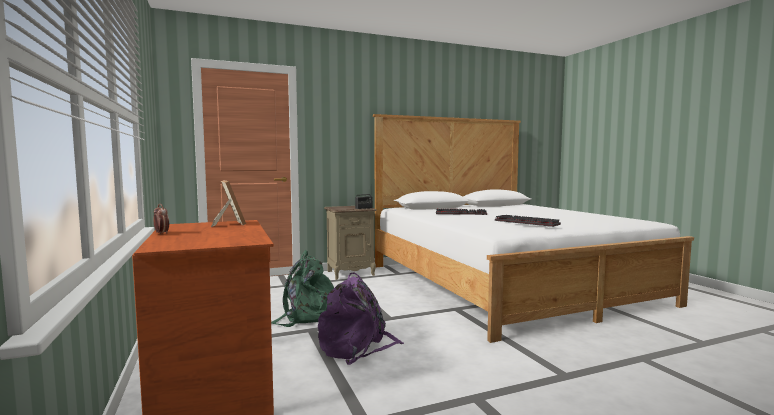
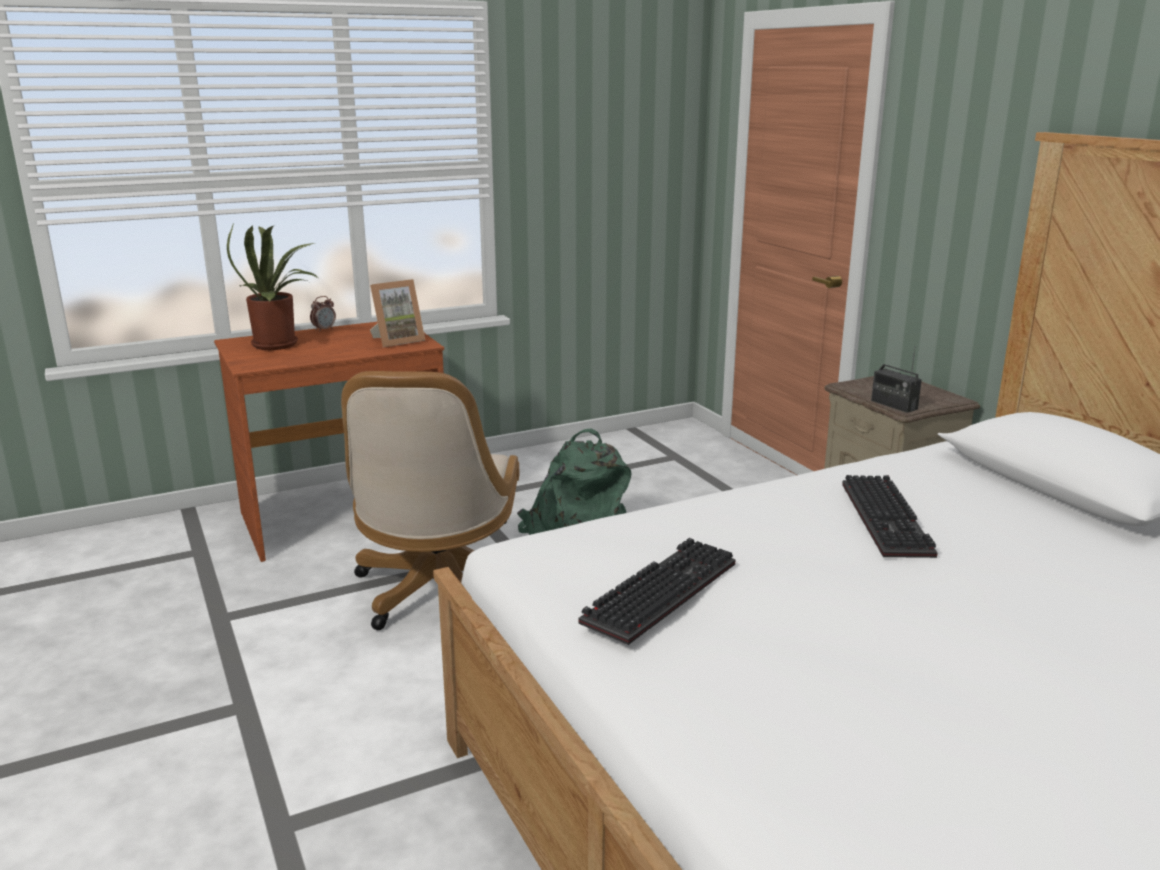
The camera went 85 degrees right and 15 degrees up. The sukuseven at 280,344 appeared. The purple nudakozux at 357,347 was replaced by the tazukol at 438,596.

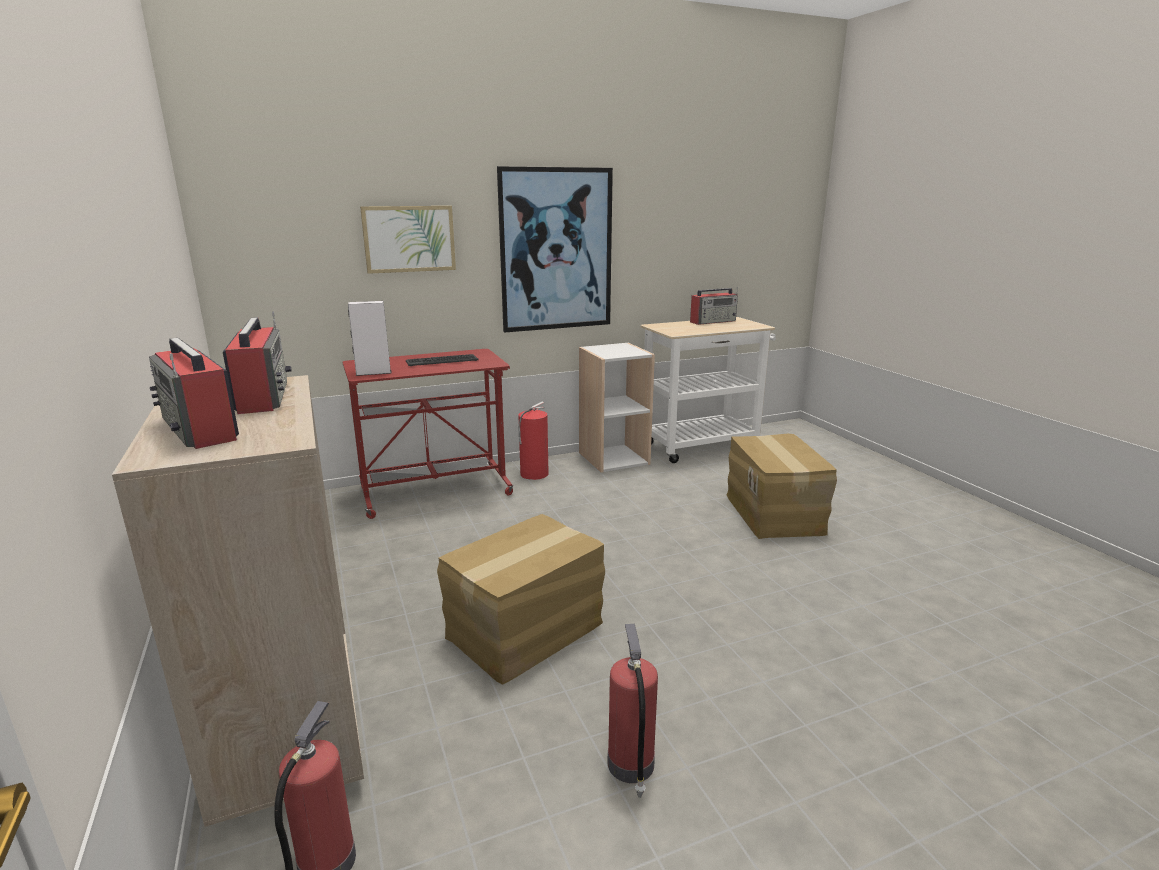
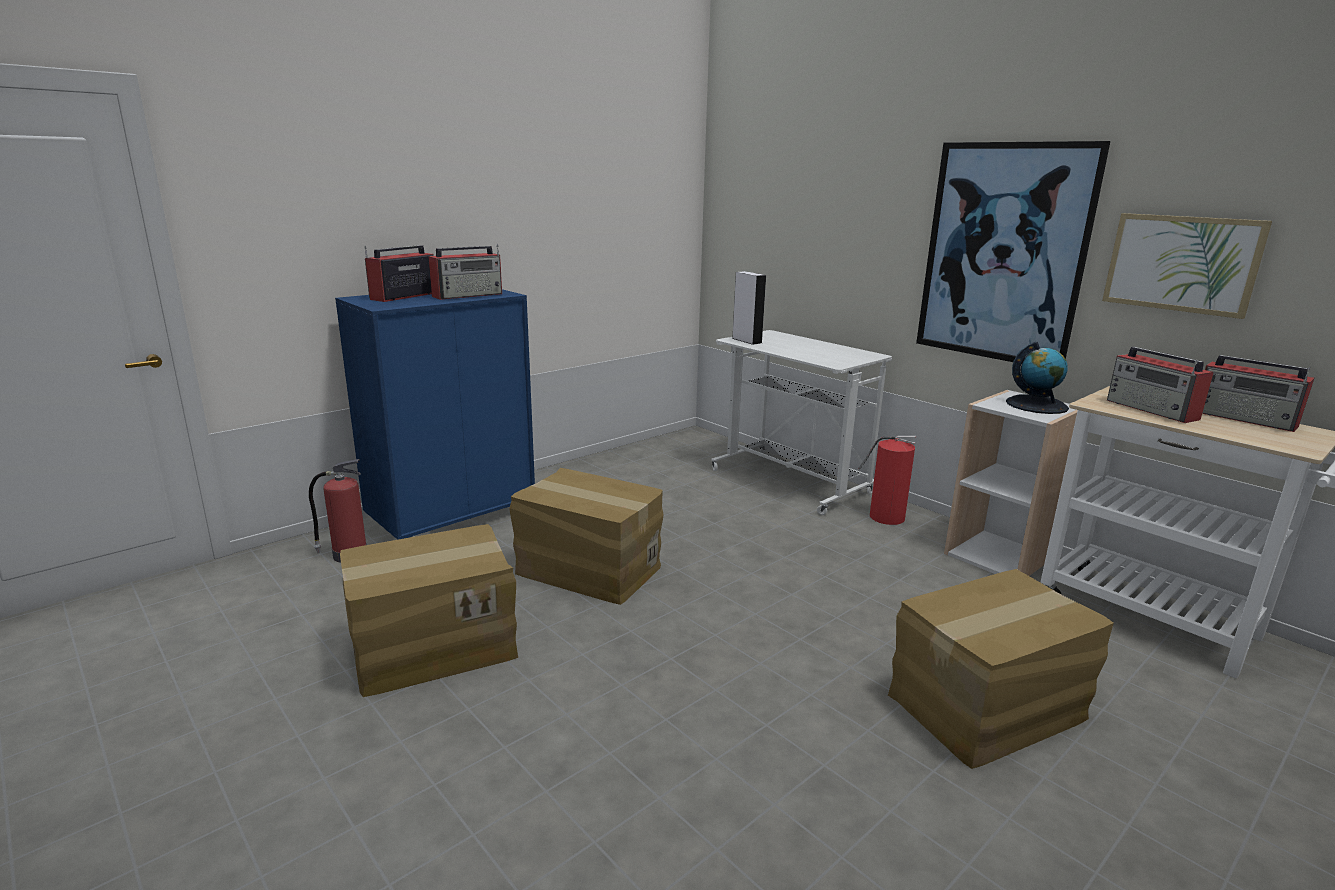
The camera went 70 degrees right and 0 degrees up. The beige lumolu at 289,728 became the blue lumolu at 452,515. The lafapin at 631,766 was replaced by the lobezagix at 434,646. The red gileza at 435,490 became the white gileza at 790,481. The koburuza at 1036,405 appeared. The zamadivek moved from 409,239 to 1181,263. The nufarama at 1152,410 appeared. The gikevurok at 442,361 disappeared.

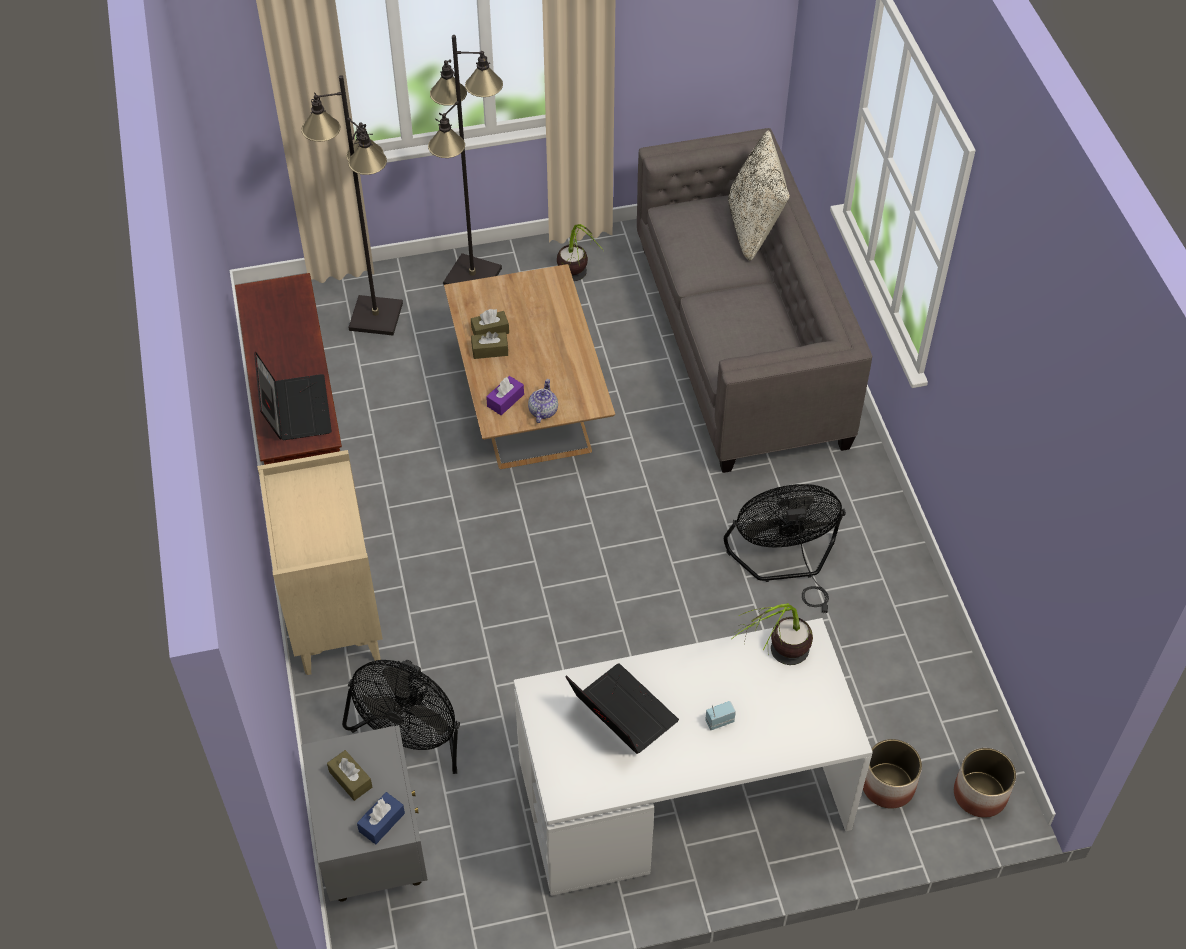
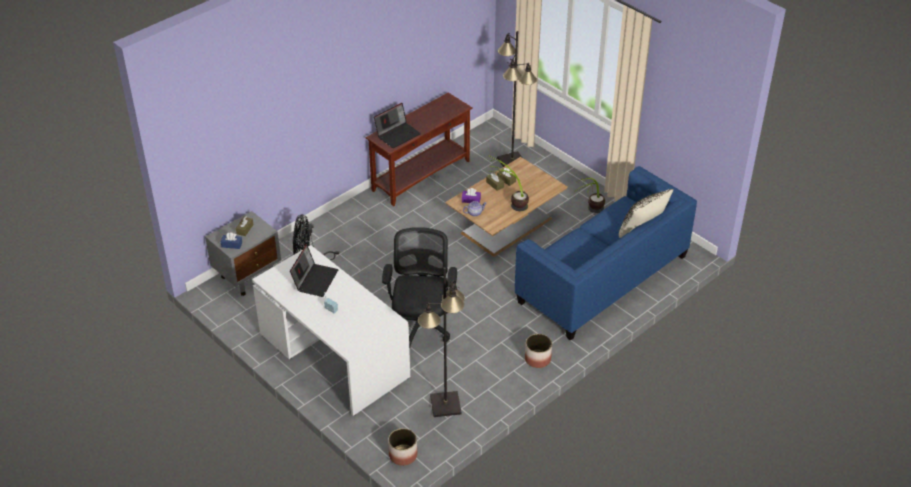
The camera went 60 degrees right and 10 degrees down. The black tazukol at 421,329 appeared. The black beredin moved from 473,277 to 445,405. The sukuseven moved from 773,662 to 509,204. The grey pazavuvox at 740,344 became the blue pazavuvox at 602,279. The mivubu moved from 888,786 to 537,359. The beige lumolu at 334,618 disappeared. The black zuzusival at 789,565 disappeared.

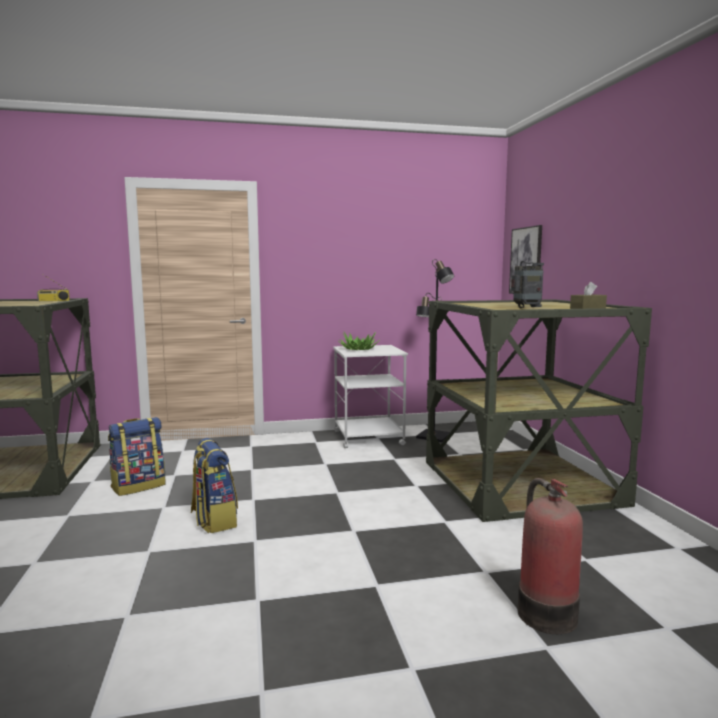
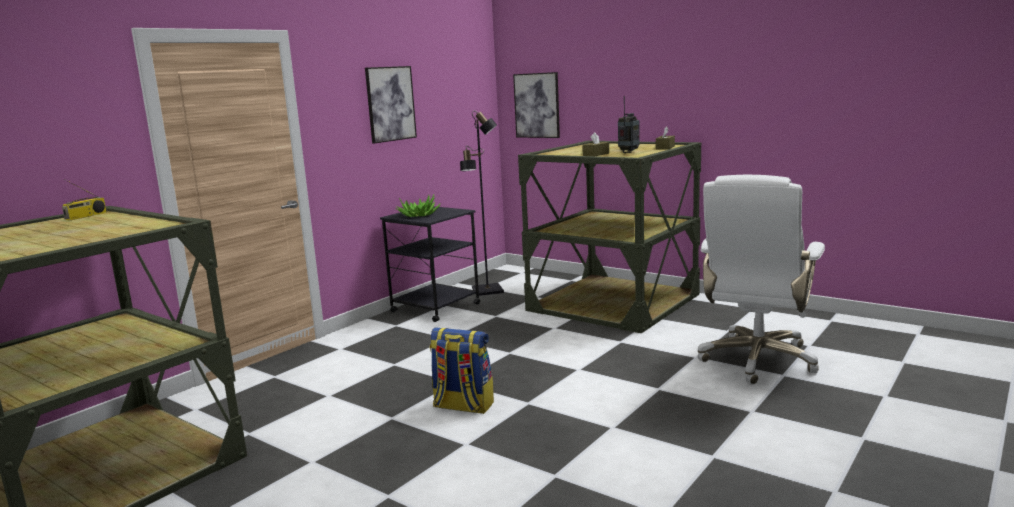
The camera went 40 degrees left and 5 degrees up. The zamadivek at 390,104 appeared. The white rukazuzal at 369,437 became the black rukazuzal at 436,307. The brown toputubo at 596,154 appeared. The lafapin at 544,612 was replaced by the white tazukol at 755,362. The nudakozux at 139,486 disappeared.

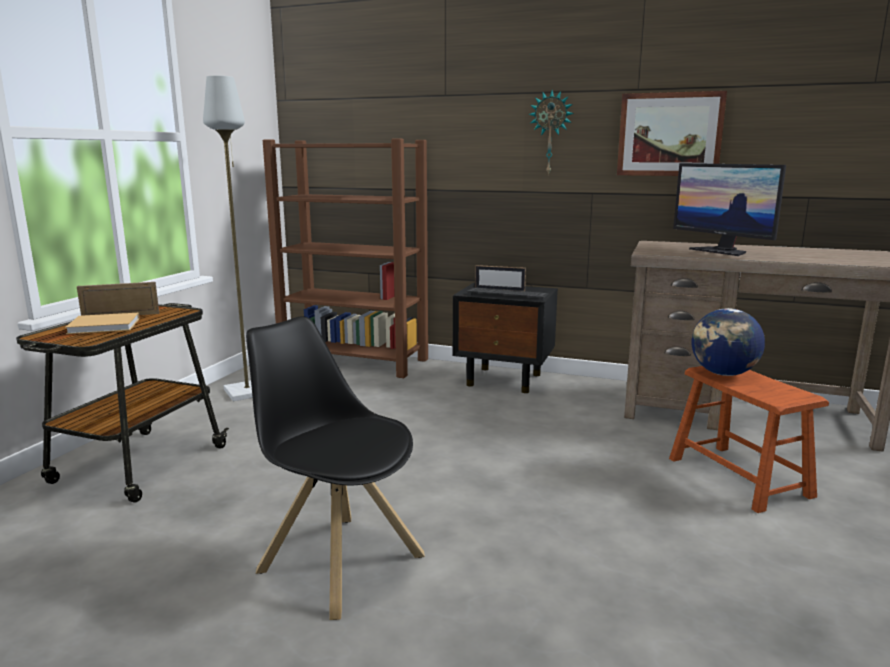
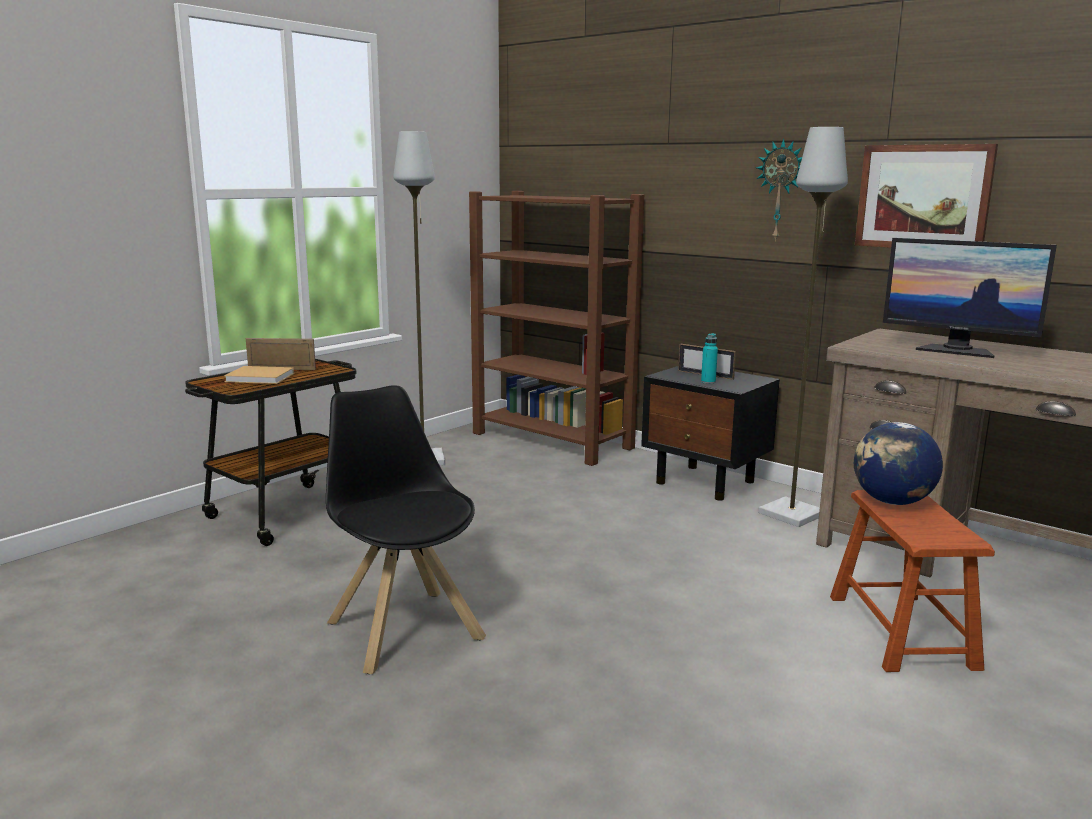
The camera went 20 degrees right and 0 degrees up. The gikevurok at 508,295 was replaced by the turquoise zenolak at 708,382. The grey beredin at 792,514 appeared. The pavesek at 721,251 turned 45 degrees counterclockwise.

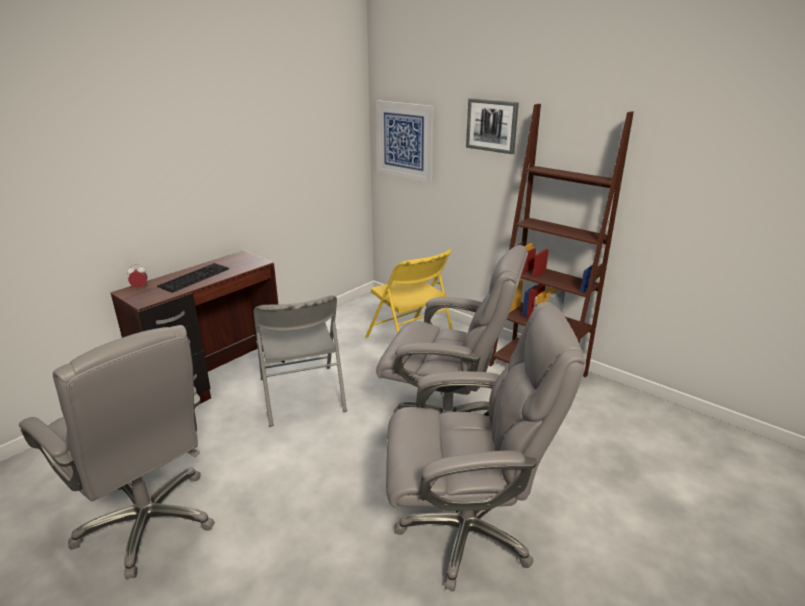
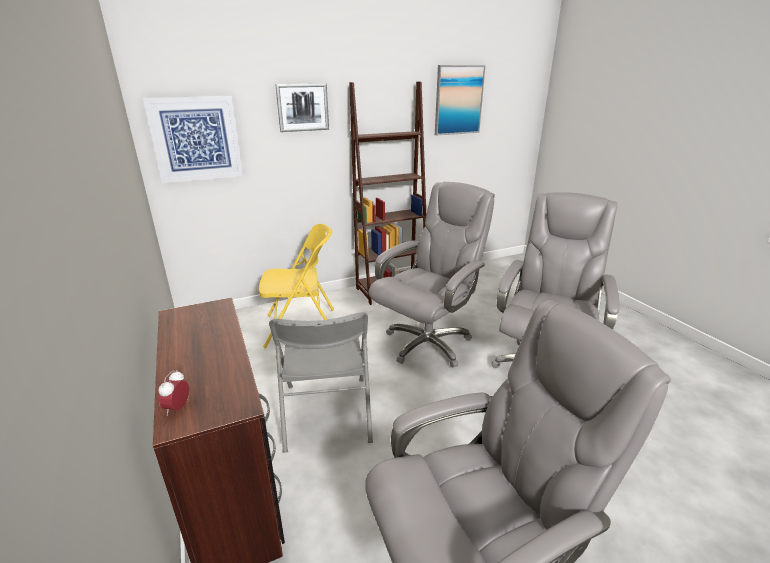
The camera went 65 degrees left and 0 degrees up. The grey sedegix at 301,395 turned 75 degrees clockwise. The zamadivek at 458,100 appeared. The gikevurok at 194,277 disappeared.

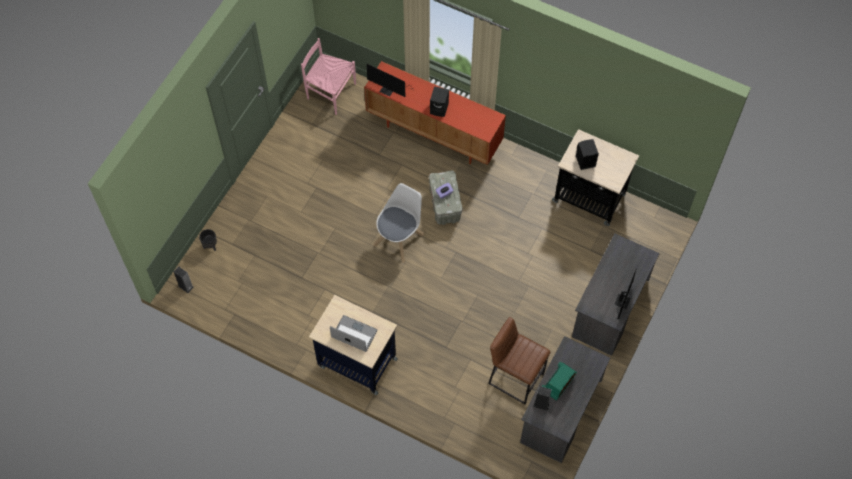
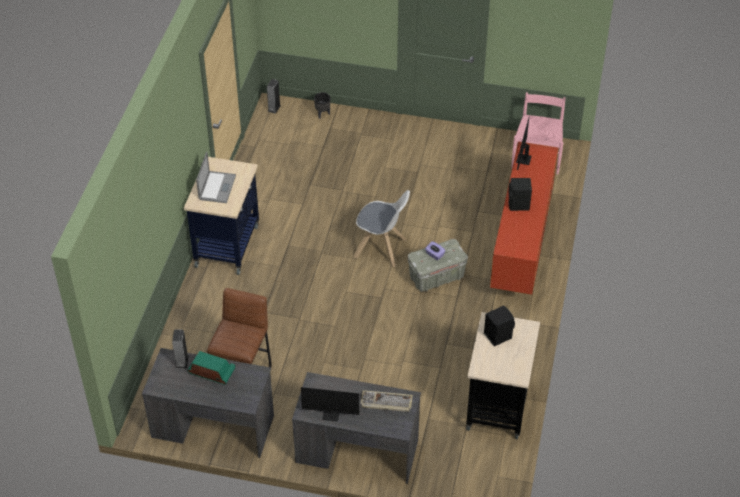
The camera went 75 degrees right and 15 degrees down. The gikevurok at 386,402 appeared.

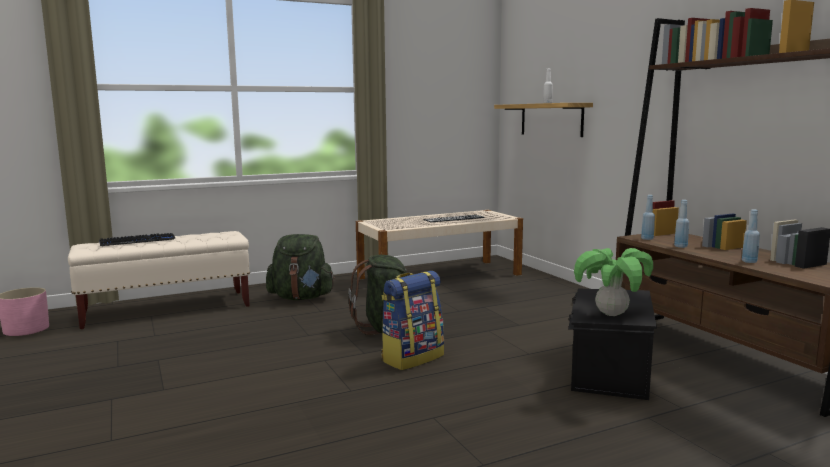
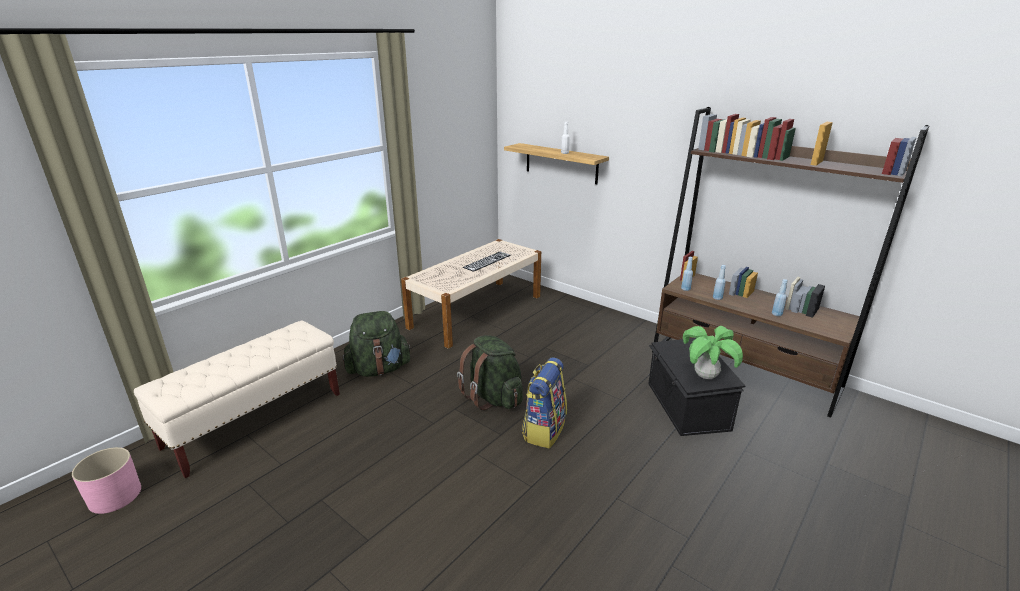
The camera went 25 degrees left and 15 degrees up. The gikevurok at 138,241 disappeared.

